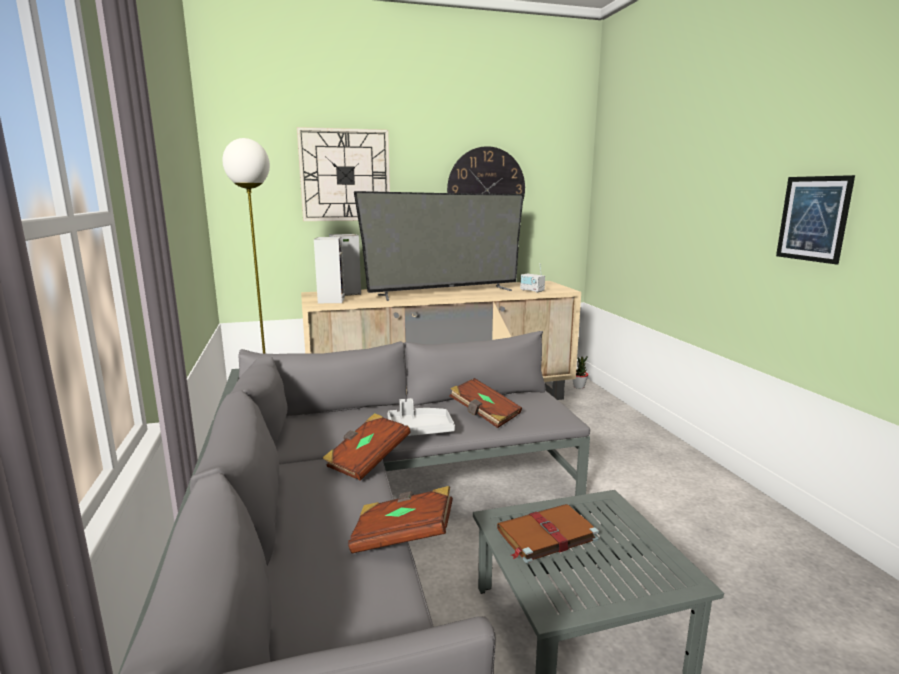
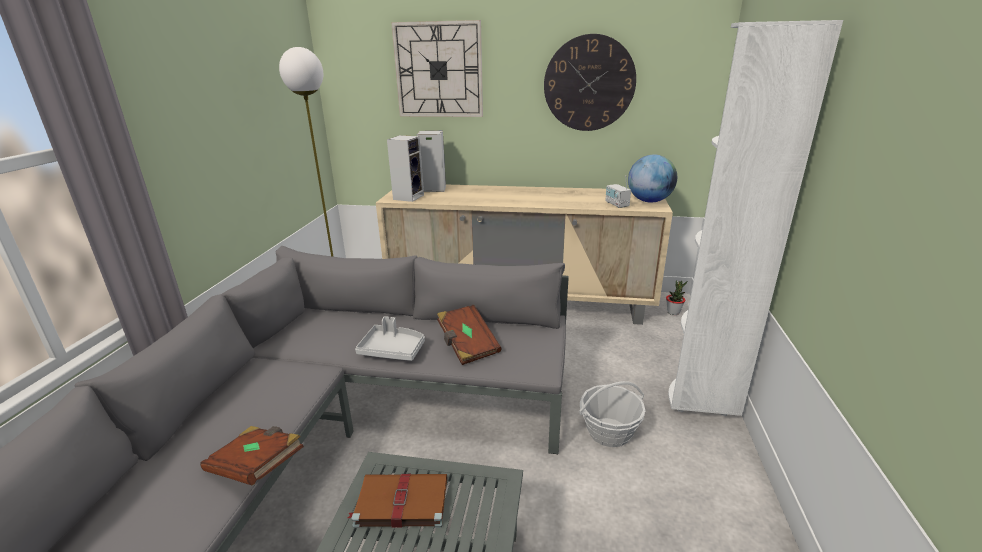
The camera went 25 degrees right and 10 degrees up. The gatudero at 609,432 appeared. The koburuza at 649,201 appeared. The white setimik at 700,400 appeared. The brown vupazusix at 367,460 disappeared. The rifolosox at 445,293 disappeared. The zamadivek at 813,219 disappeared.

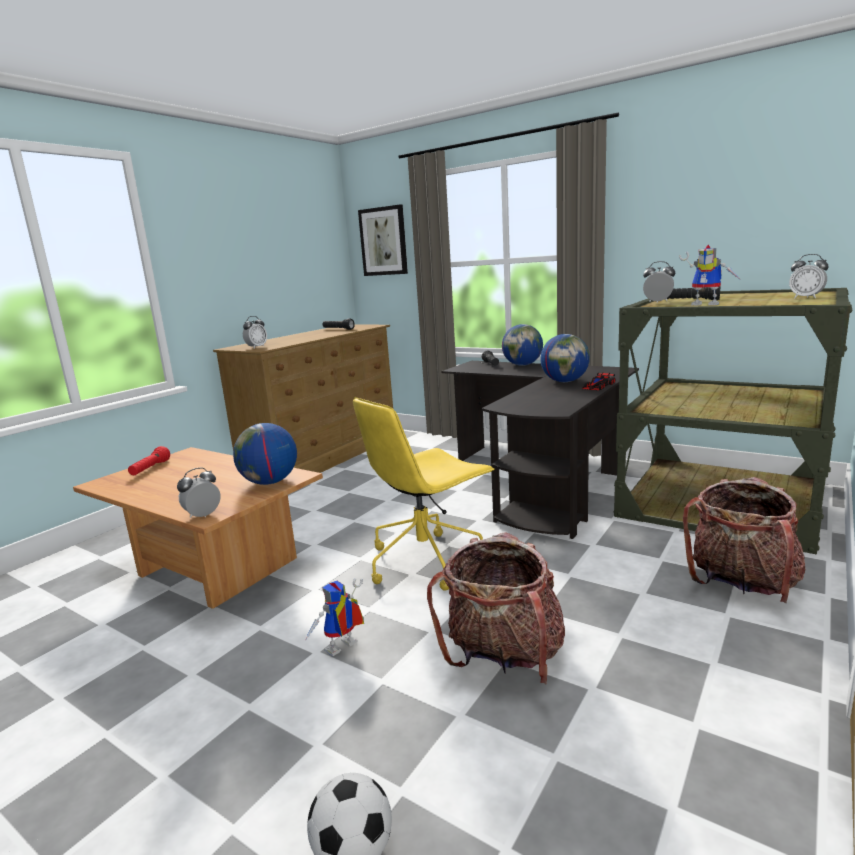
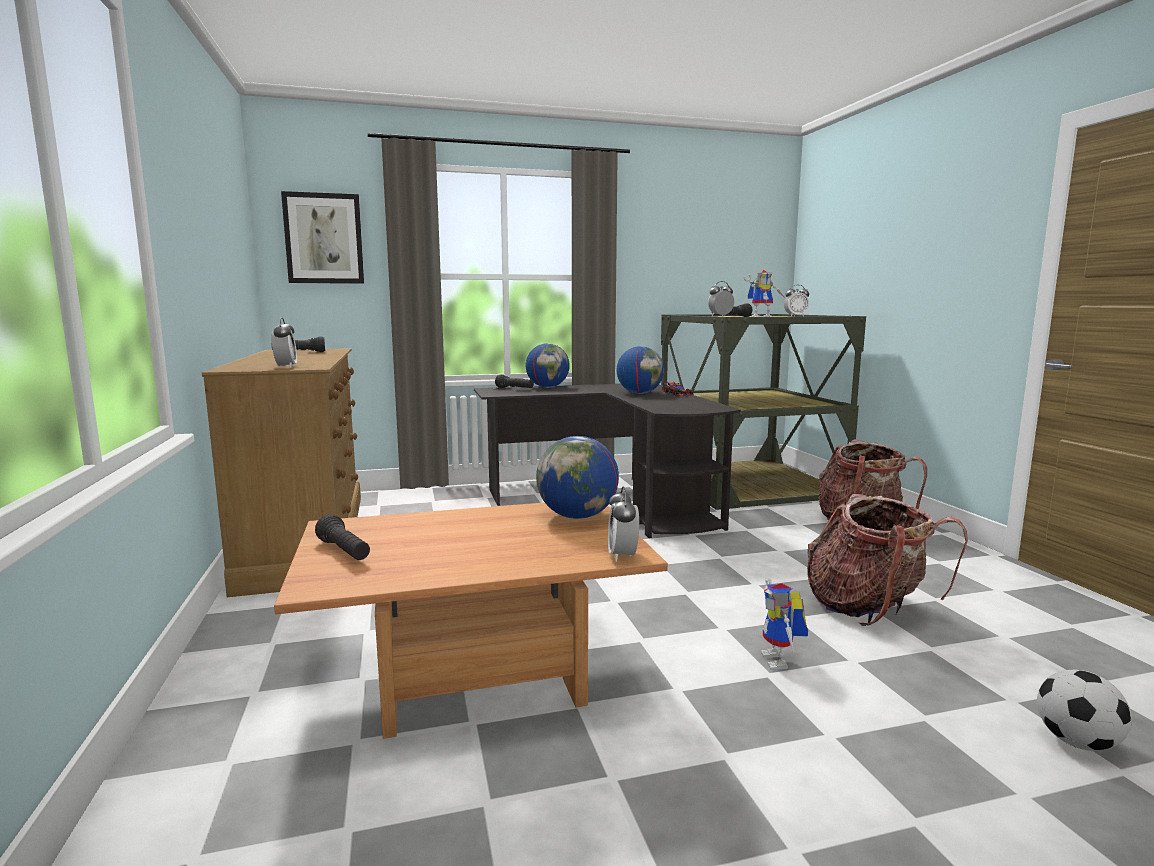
The camera went 50 degrees left and 5 degrees down. The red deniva at 150,469 became the black deniva at 344,552. The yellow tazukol at 428,560 disappeared.

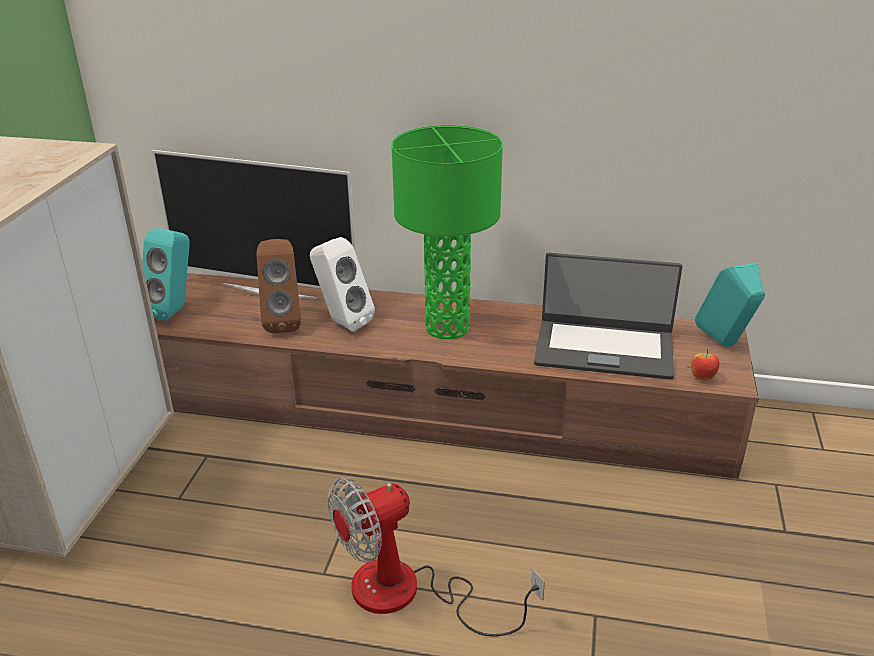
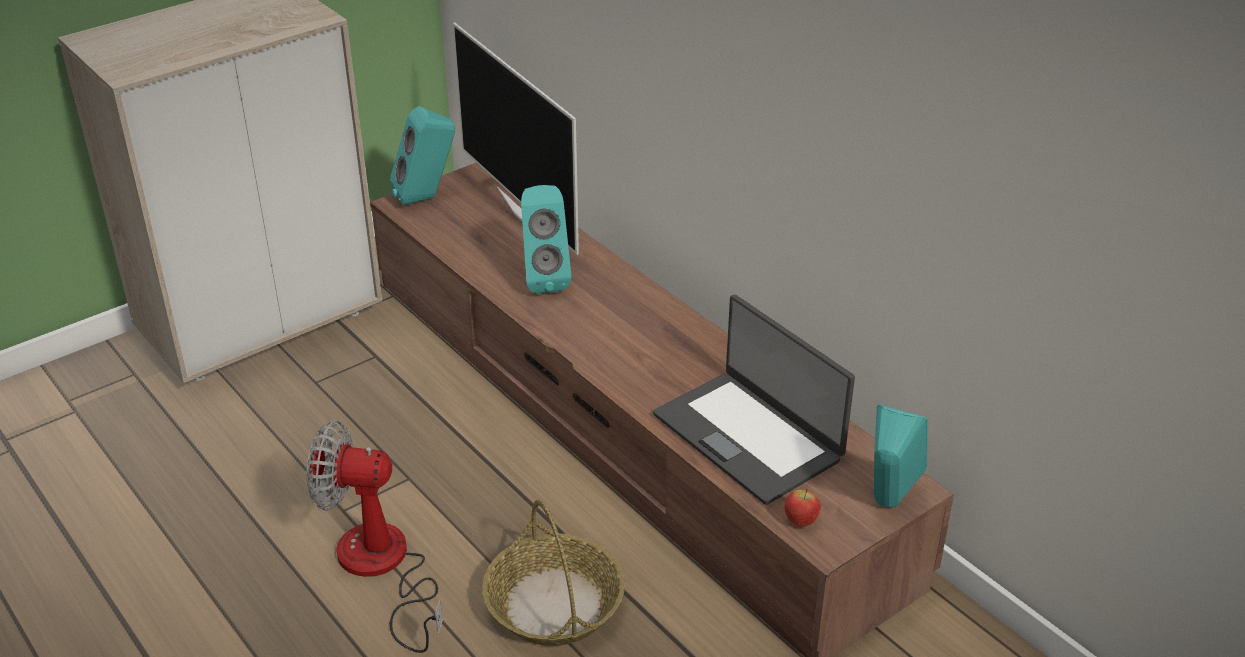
The camera went 40 degrees right and 5 degrees up. The gatudero at 555,605 appeared. The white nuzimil at 341,322 became the turquoise nuzimil at 544,279. The brown nuzimil at 283,322 disappeared. The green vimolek at 446,327 disappeared.

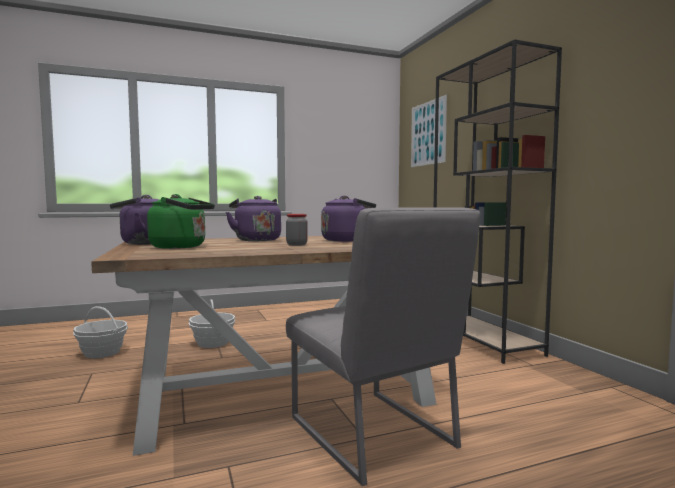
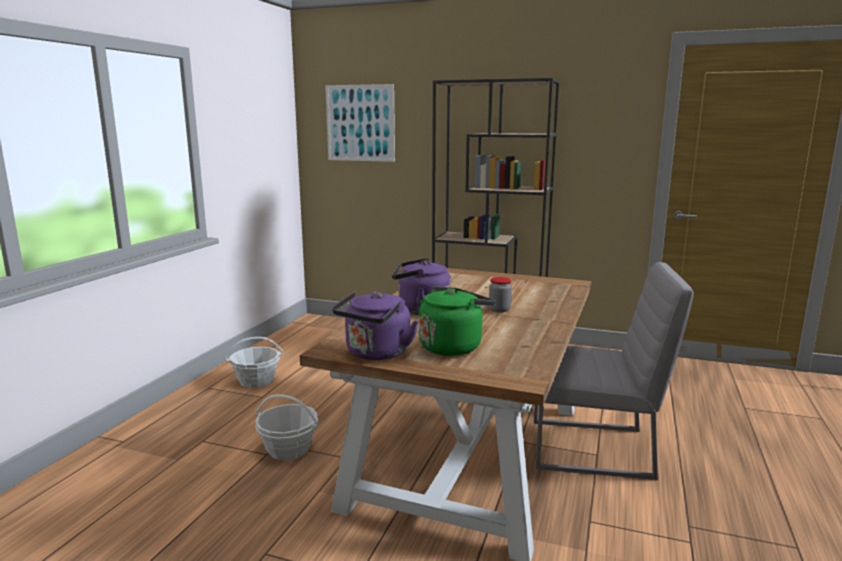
The camera went 50 degrees left and 10 degrees up. The gatudero moved from 102,353 to 256,381. The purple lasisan at 347,240 disappeared.

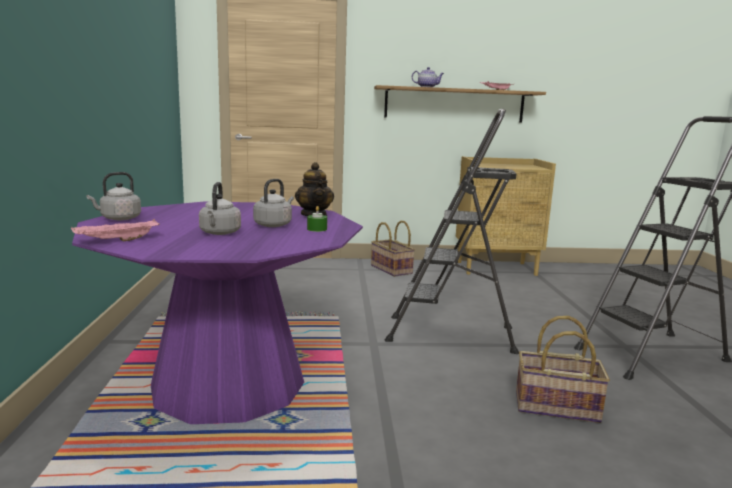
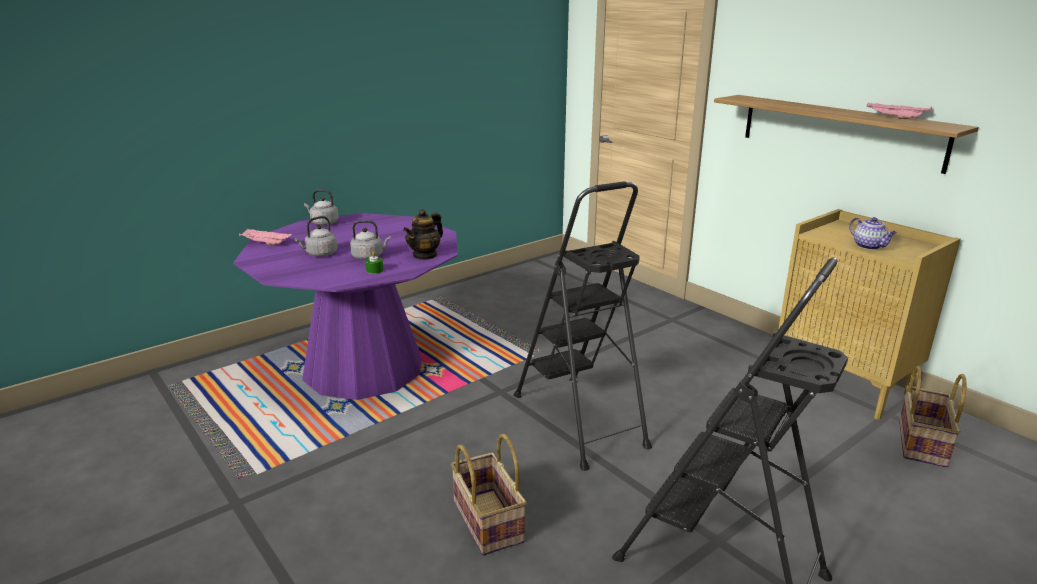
The camera went 55 degrees right and 10 degrees up. The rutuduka moved from 427,87 to 869,246. The gatudero moved from 390,269 to 920,442.

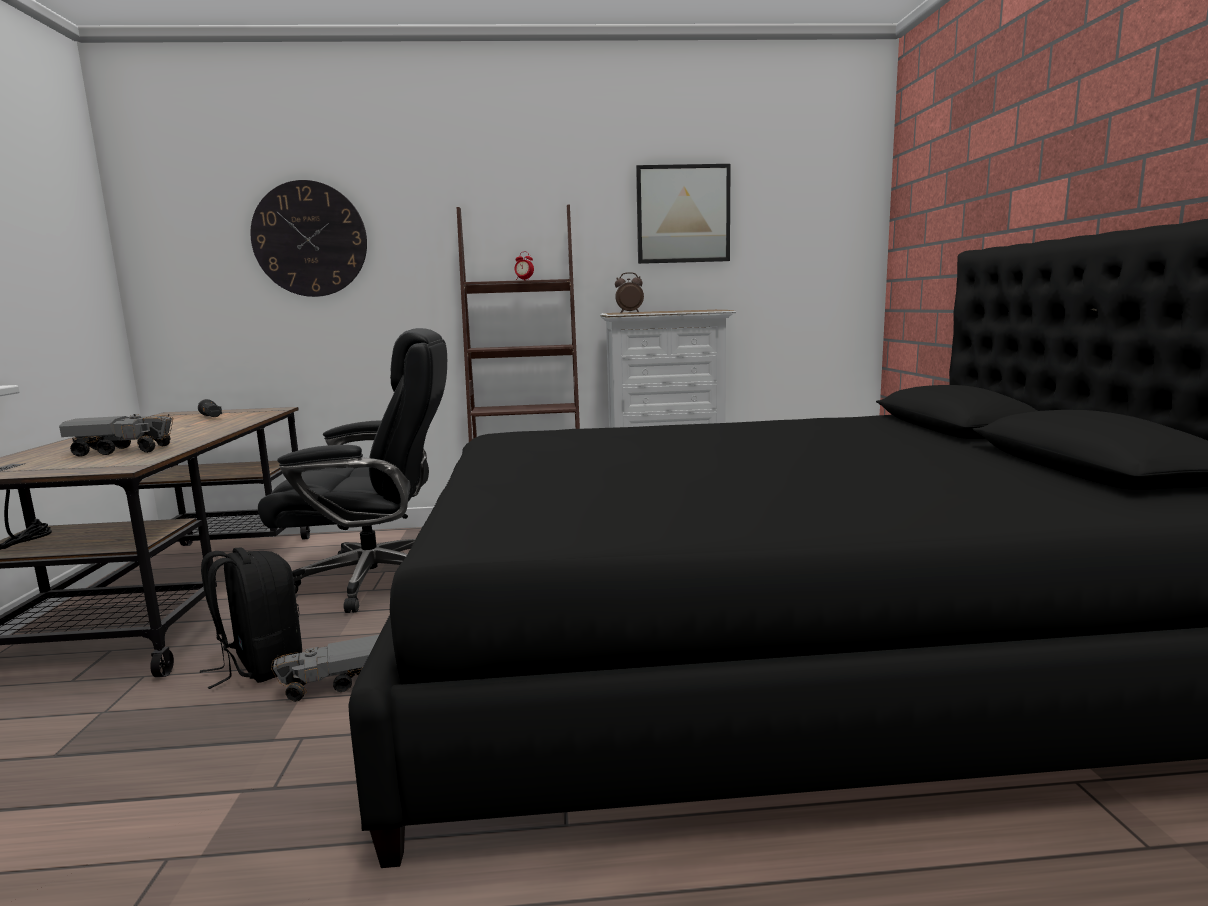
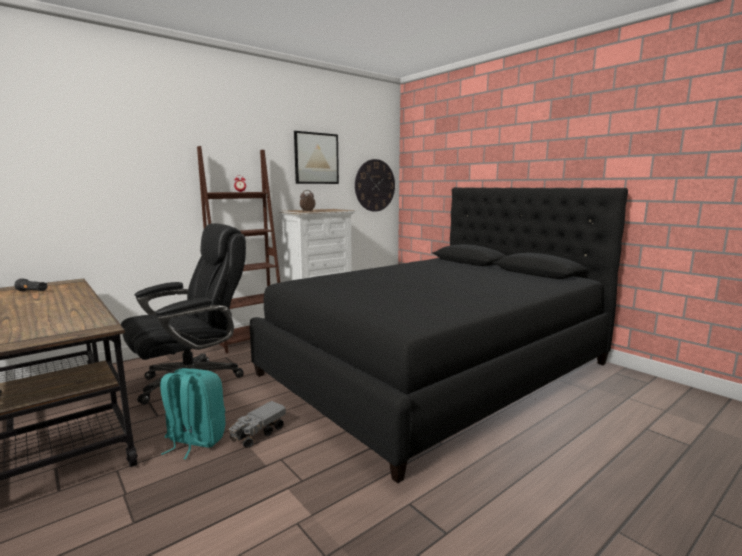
The camera went 35 degrees left and 0 degrees up. The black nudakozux at 260,666 became the turquoise nudakozux at 194,441. The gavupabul moved from 310,239 to 375,185. The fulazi at 123,451 disappeared.

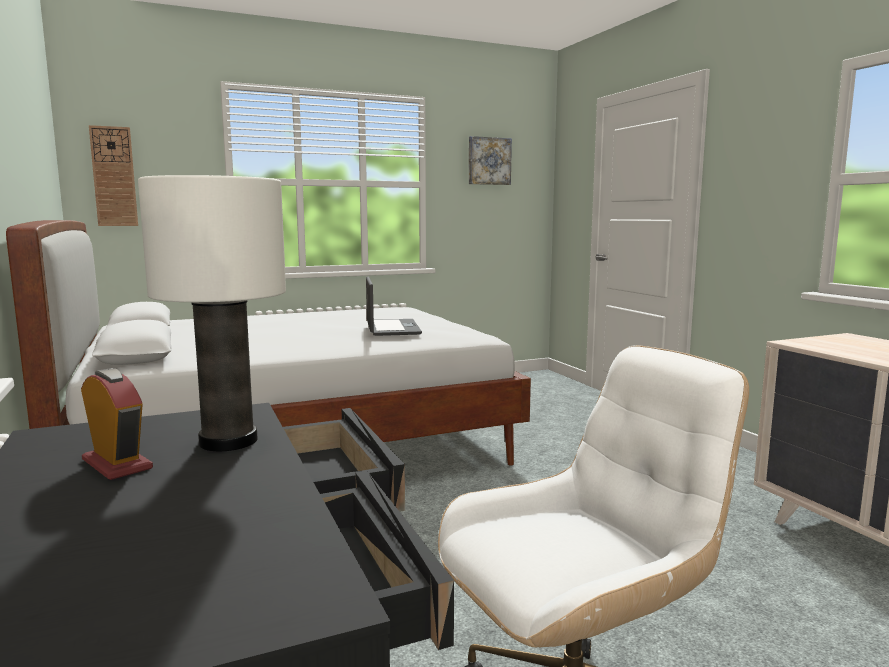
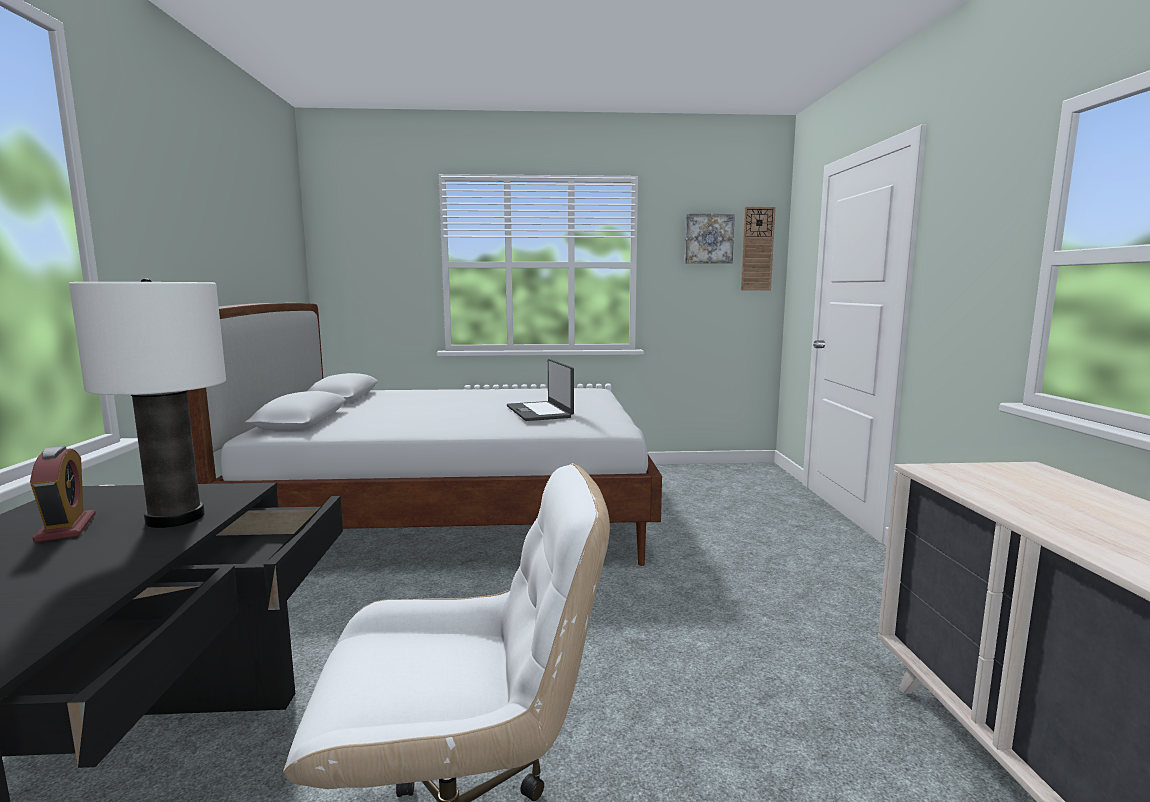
The camera went 20 degrees right and 0 degrees up. The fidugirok at 391,328 turned 150 degrees clockwise. The gavupabul moved from 114,176 to 757,249.

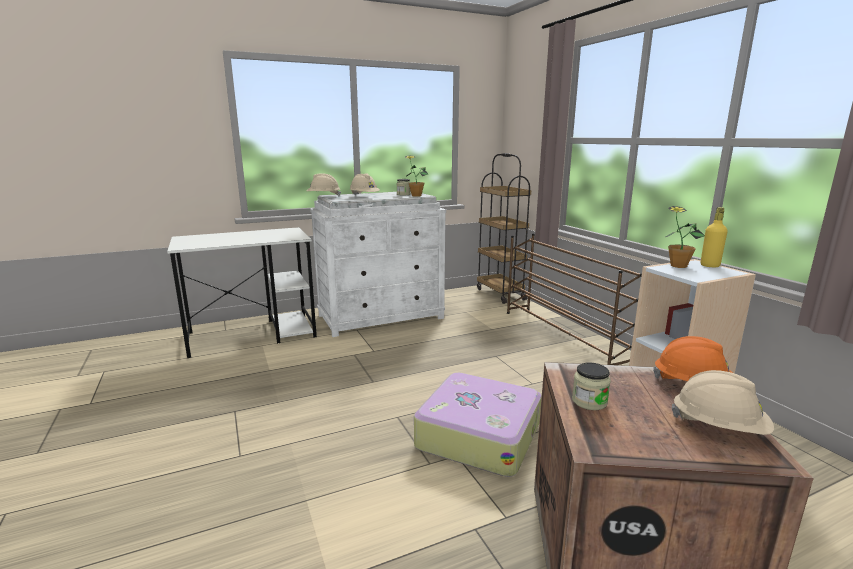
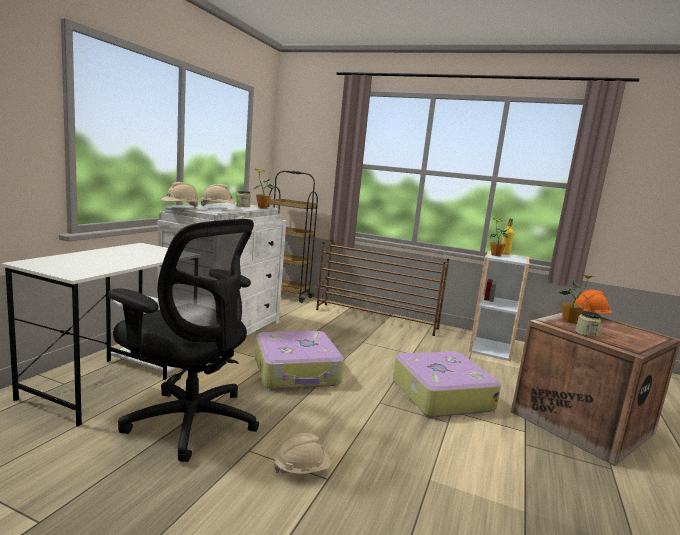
The camera went 45 degrees left and 5 degrees down. The black tazukol at 184,420 appeared. The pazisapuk at 297,372 appeared. The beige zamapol moved from 718,427 to 302,469. The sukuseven at 569,321 appeared.

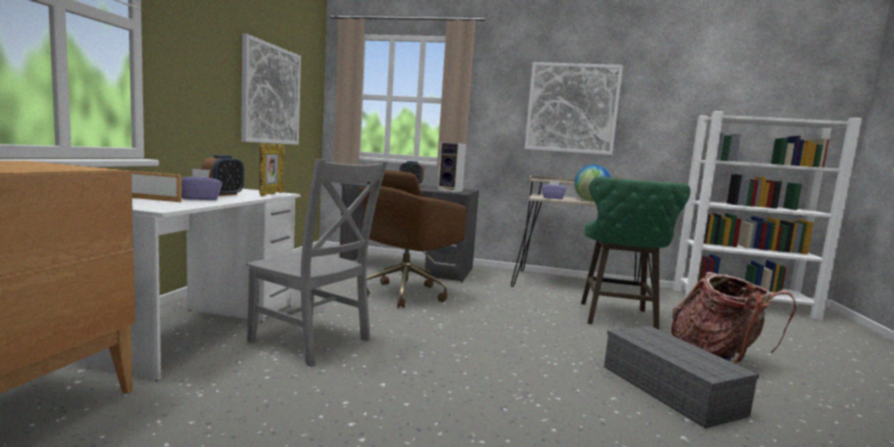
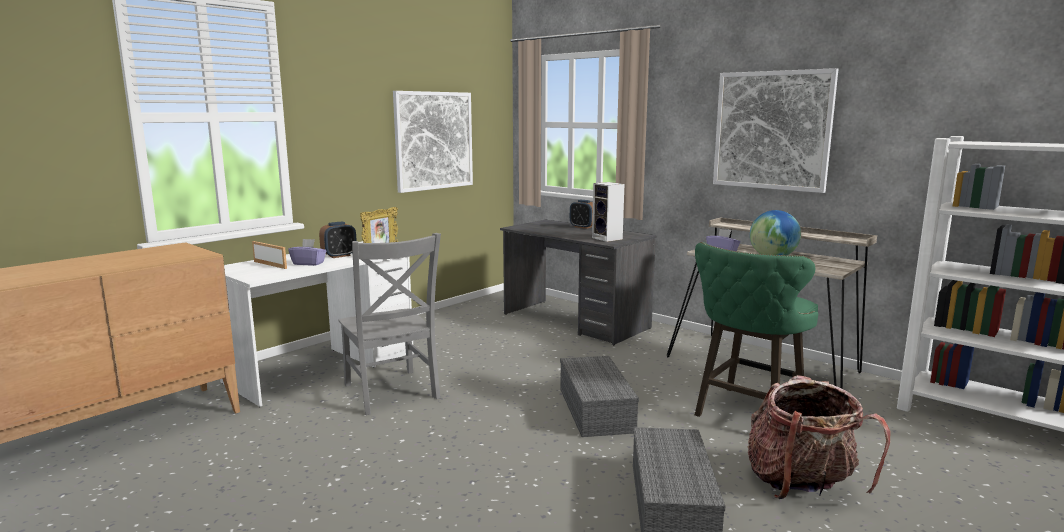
The camera went 30 degrees right and 5 degrees up. The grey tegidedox at 597,410 appeared. The brown tazukol at 407,293 disappeared.

